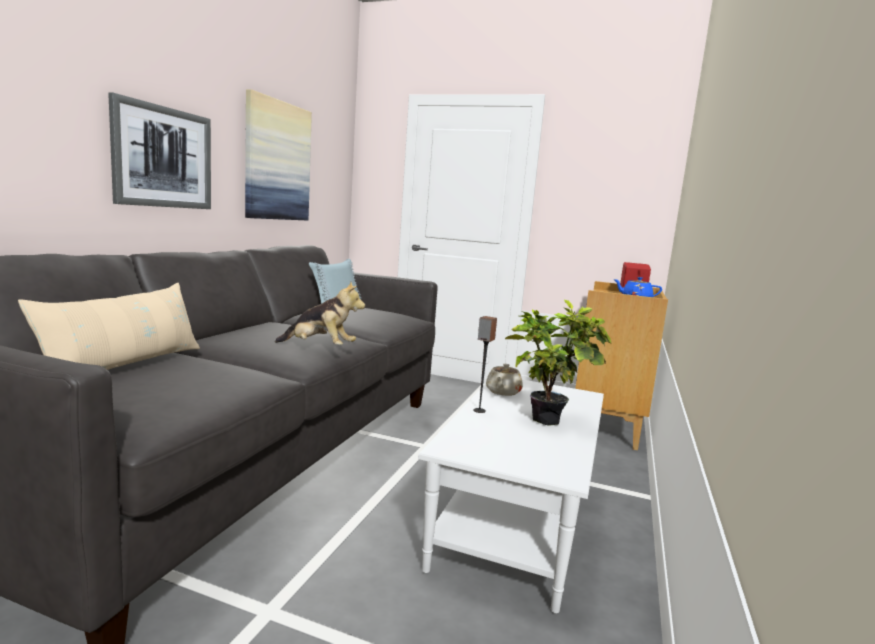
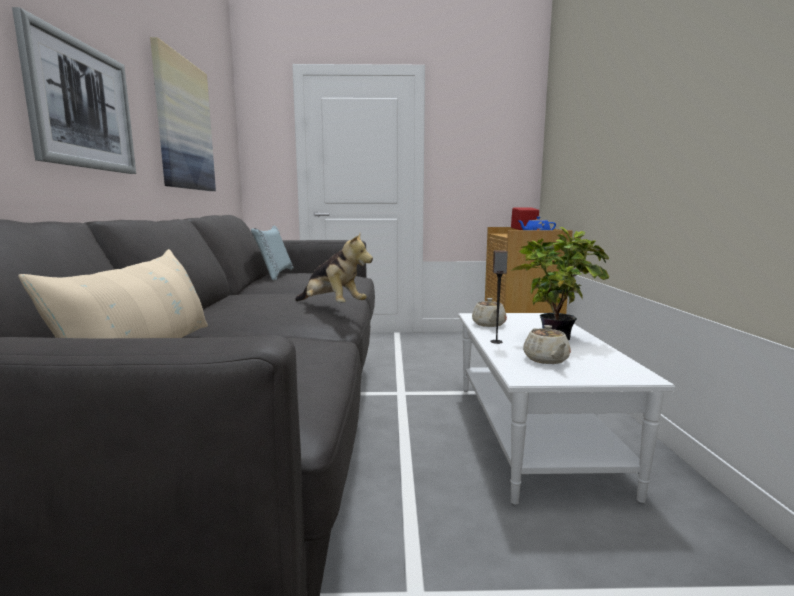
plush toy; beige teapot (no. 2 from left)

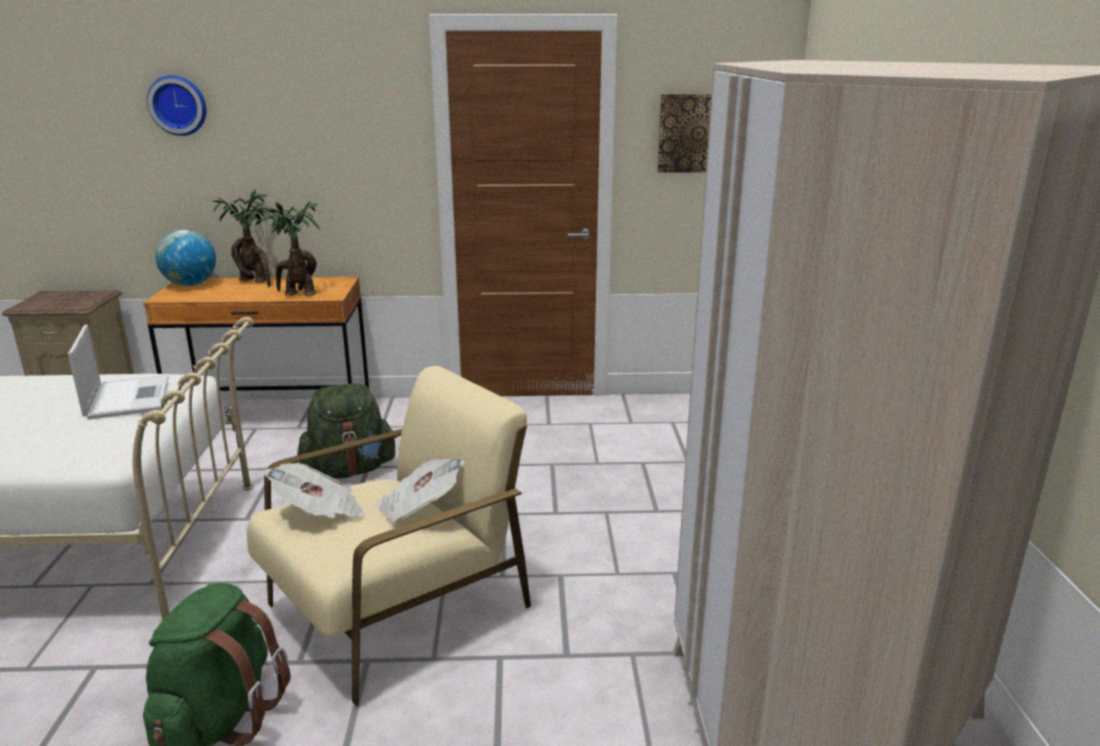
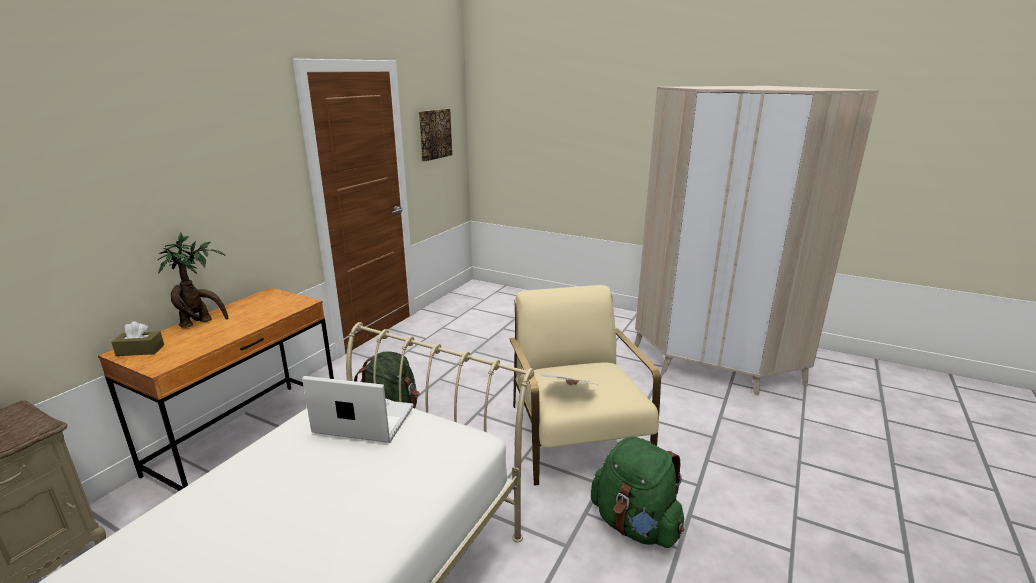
wall clock; potted plant (no. 2 from left in the first image); brown tissue box; newspaper (no. 2 from left in the first image)

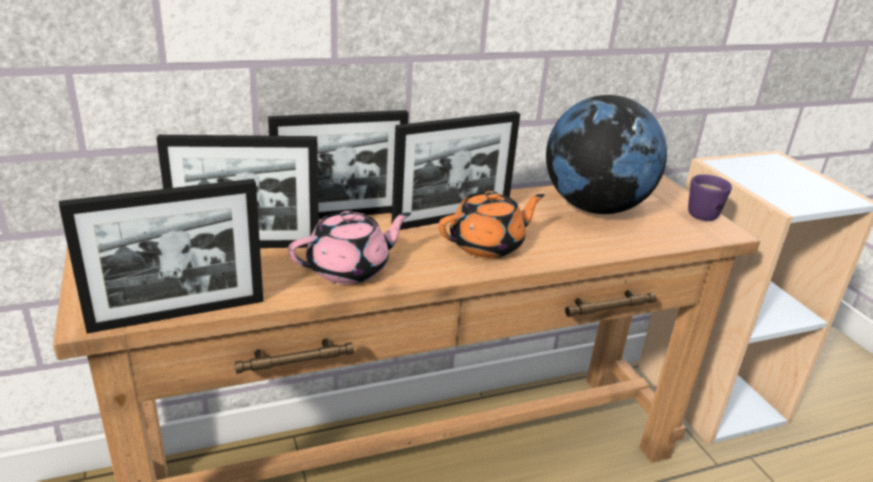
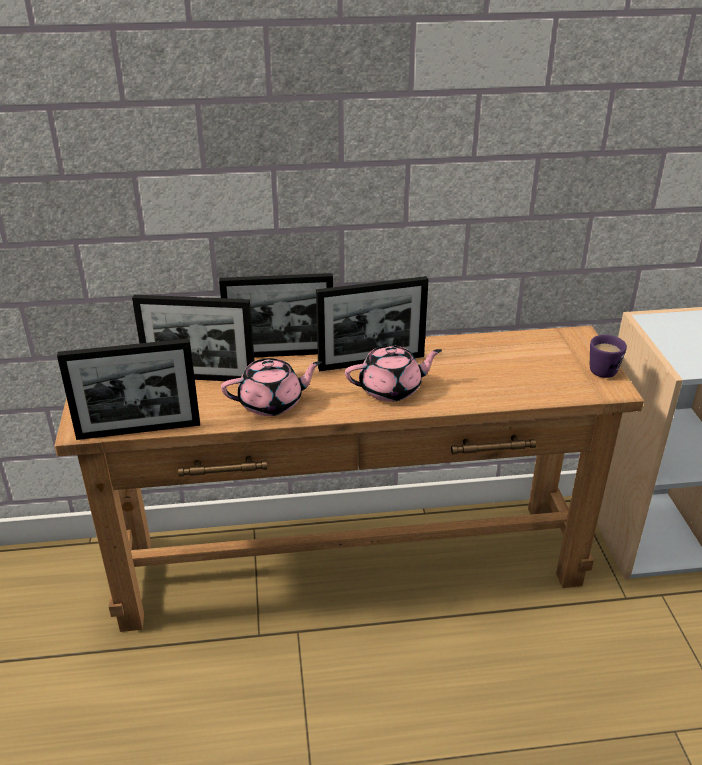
globe; pink teapot (no. 2 from left)

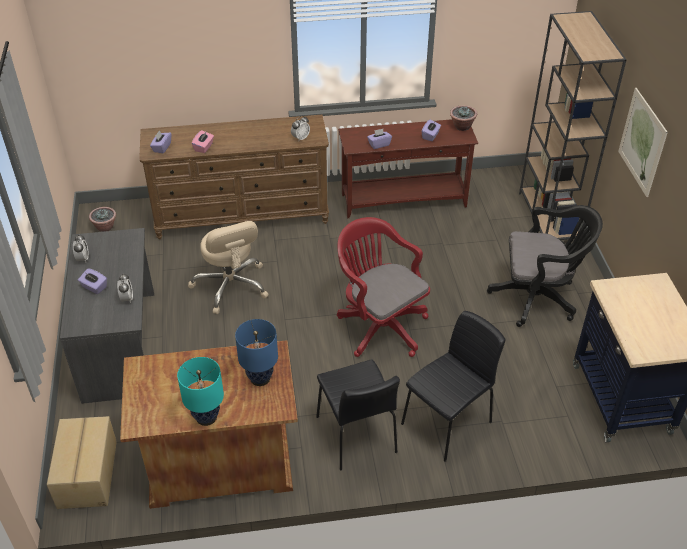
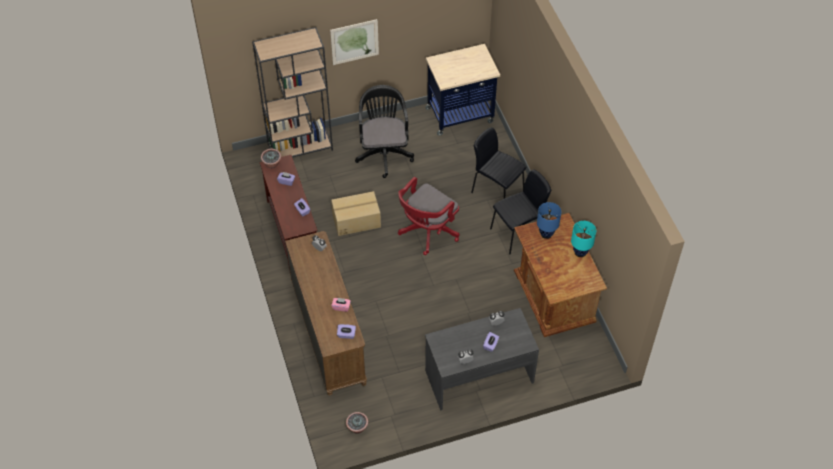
beige office chair; cardboard box

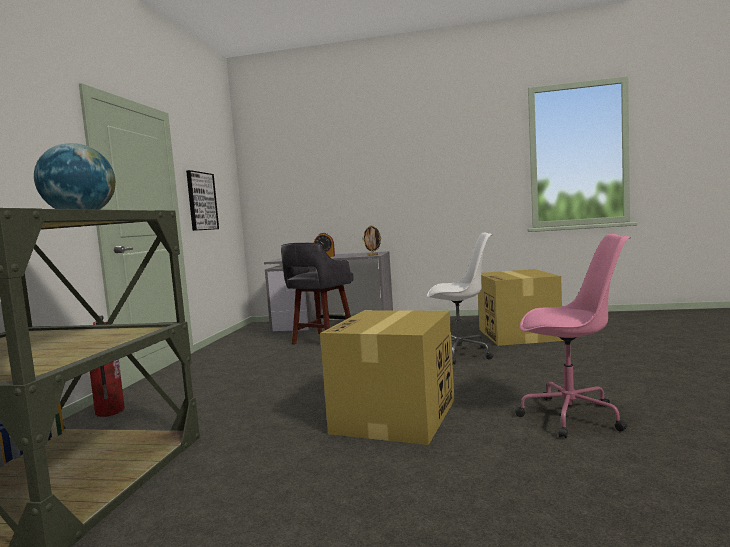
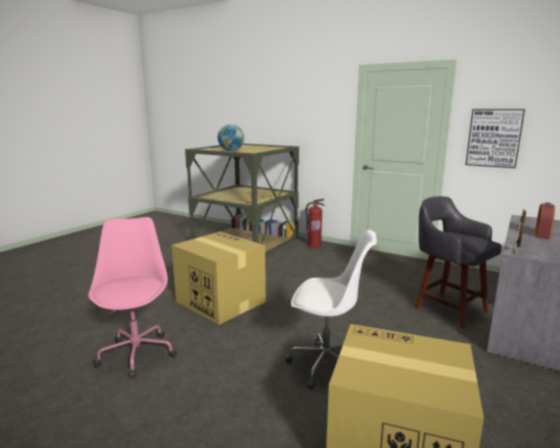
white office chair; pink office chair

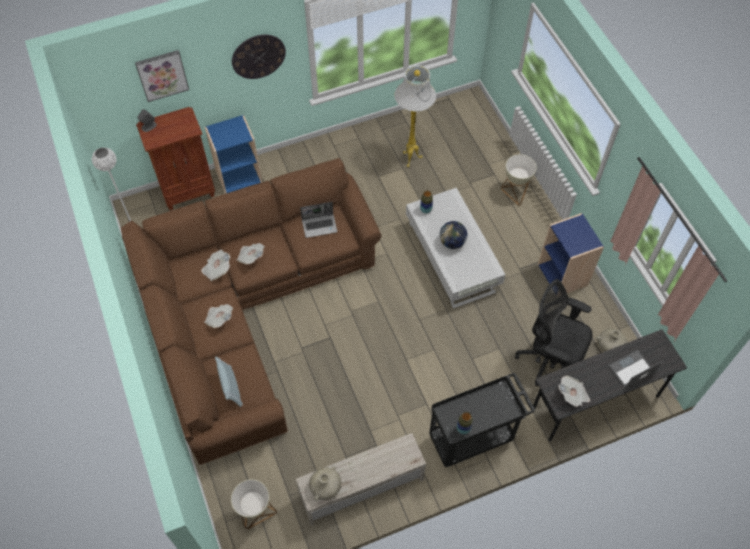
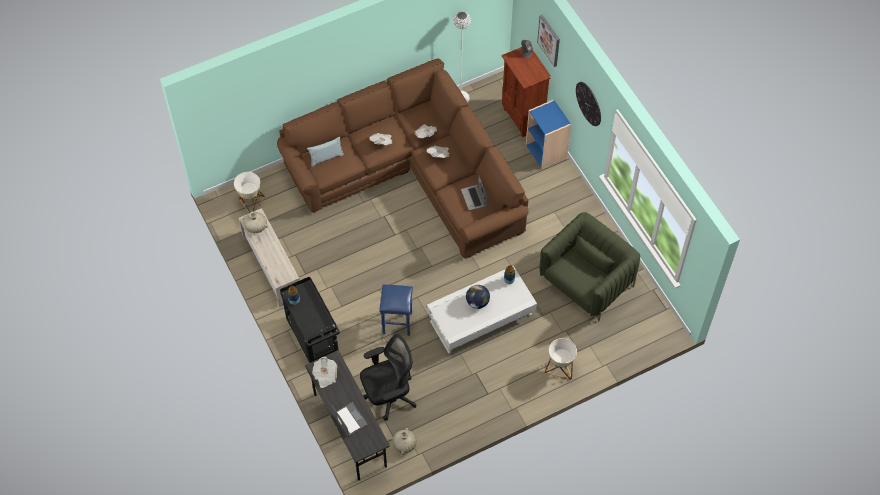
green armchair; blue bookcase (no. 2 from left in the first image); black office chair; blue stool

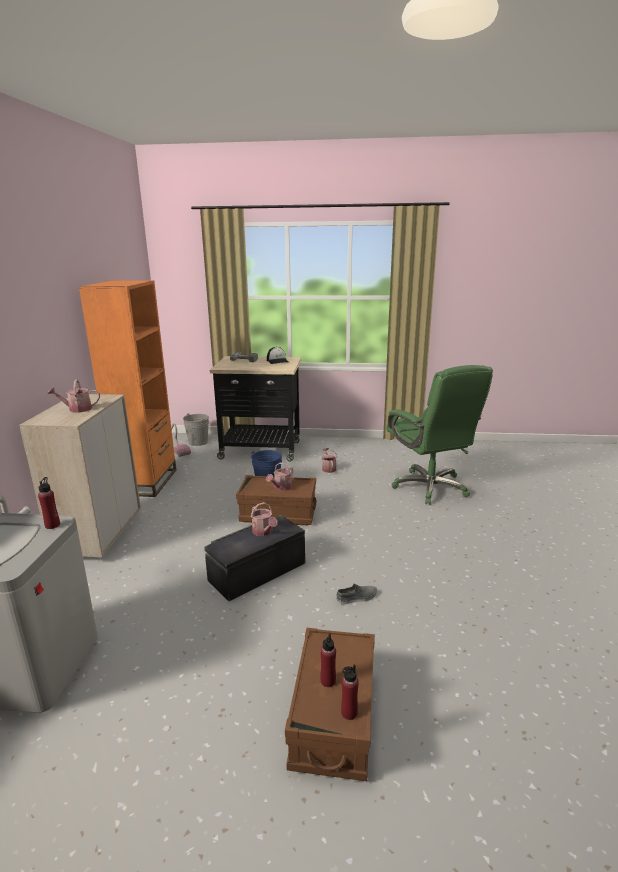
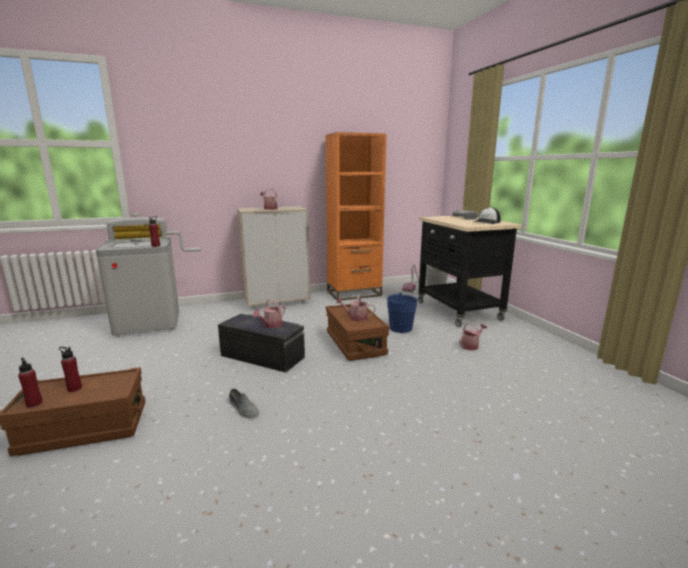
green office chair

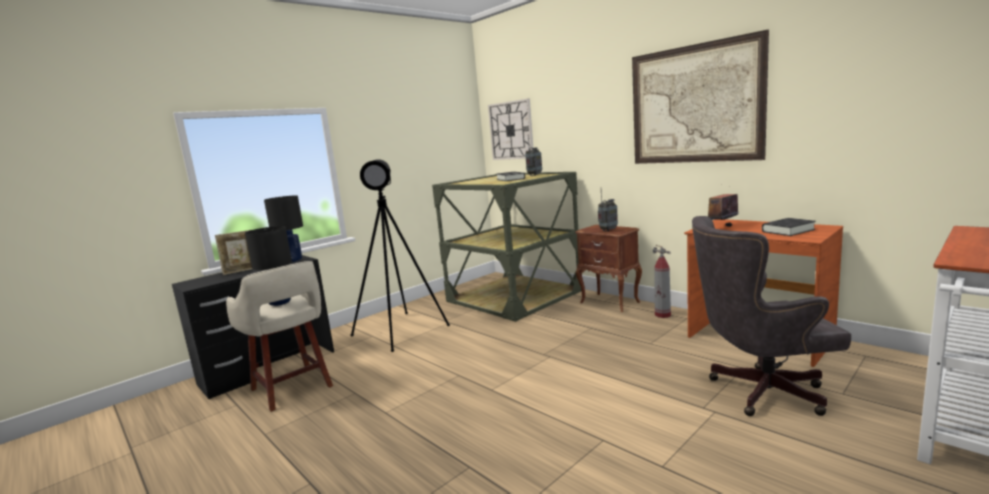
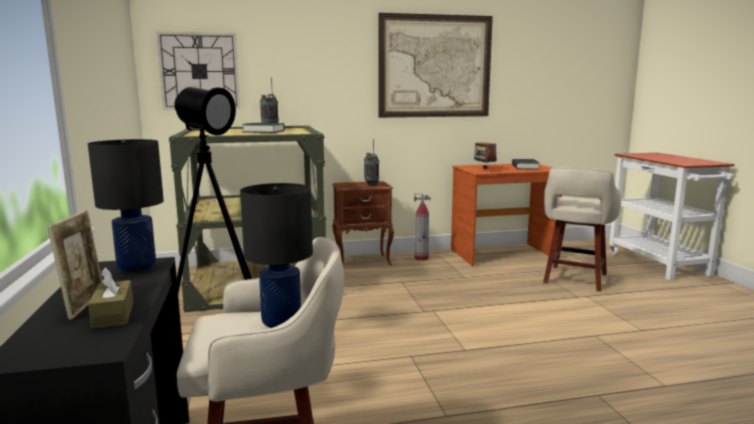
beige stool (no. 2 from left); brown tissue box

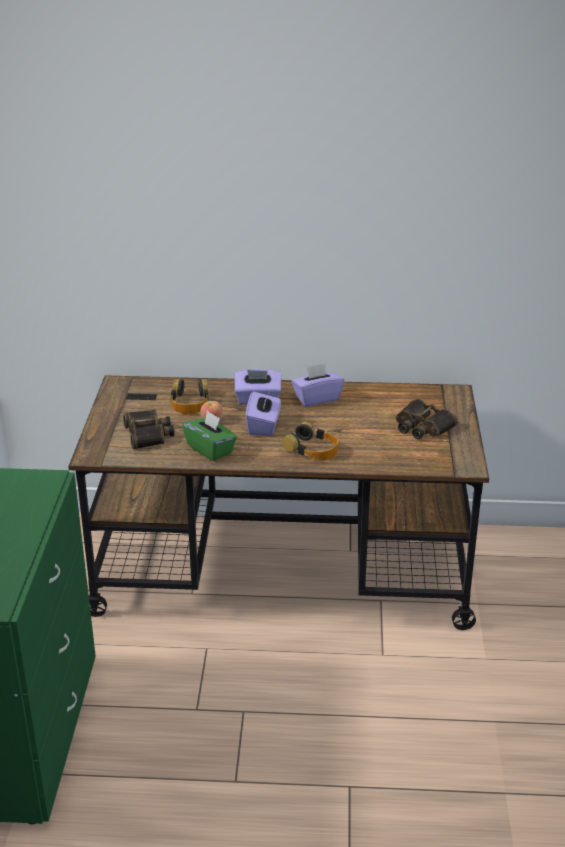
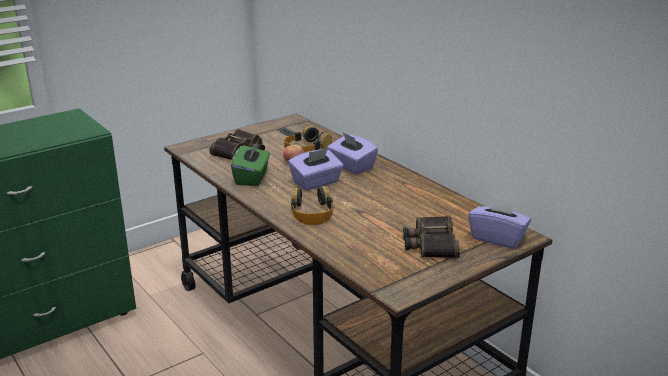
purple tissue box (no. 3 from left)

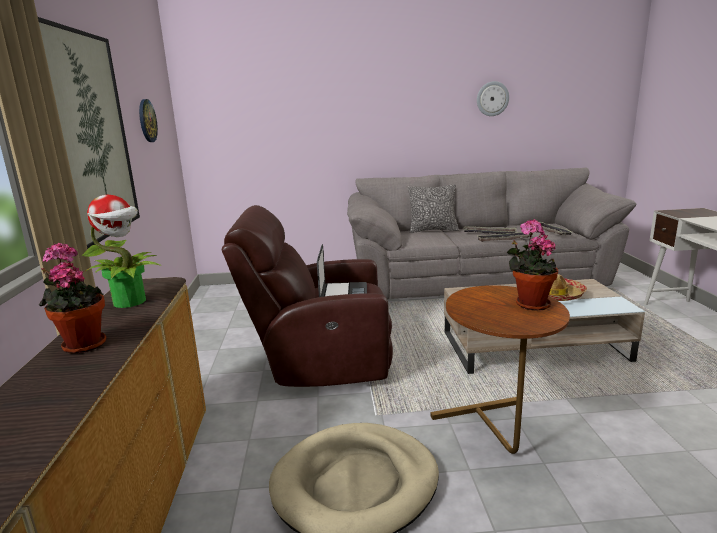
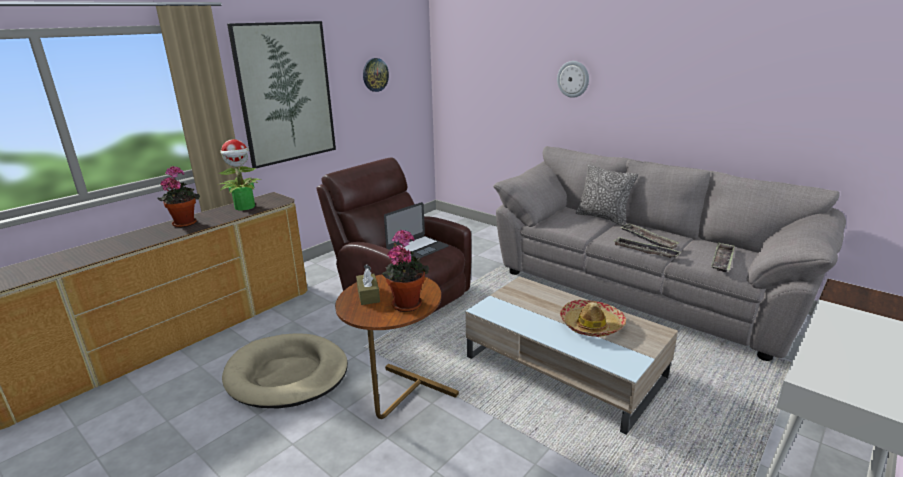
wall clock (no. 2 from left); brown tissue box

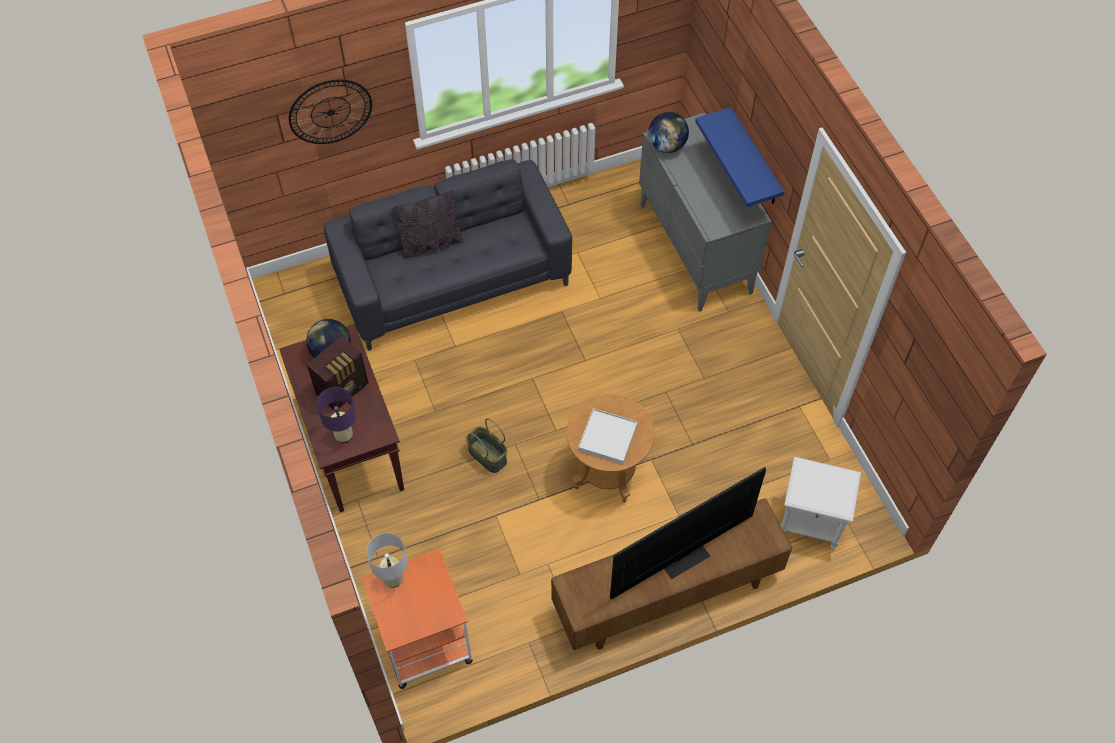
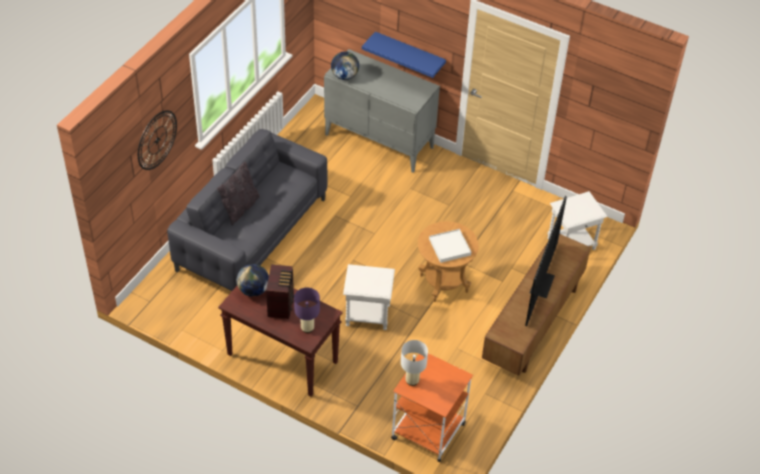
white side table (no. 1 from left)

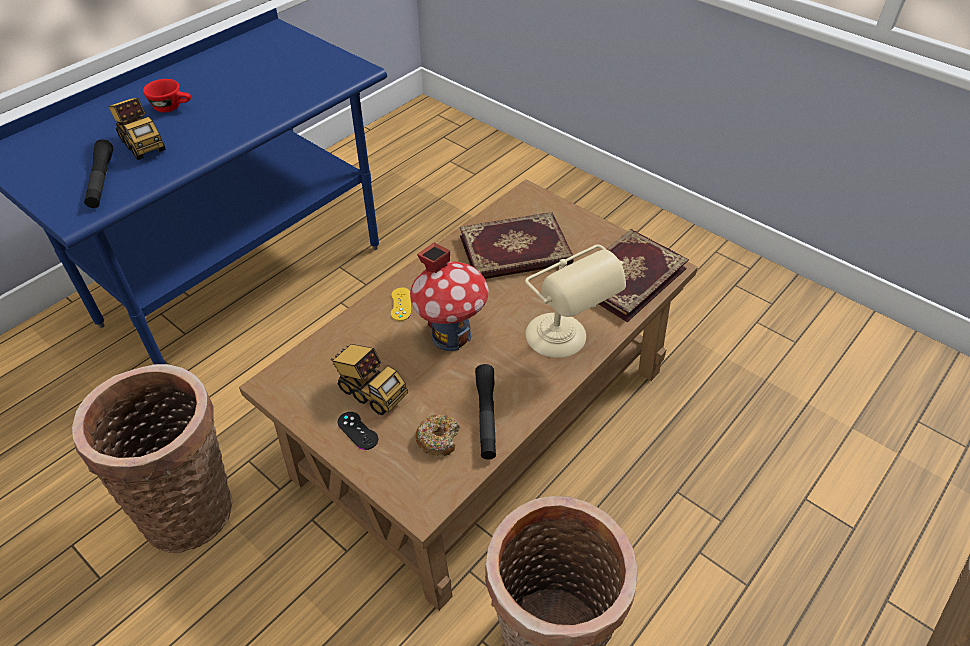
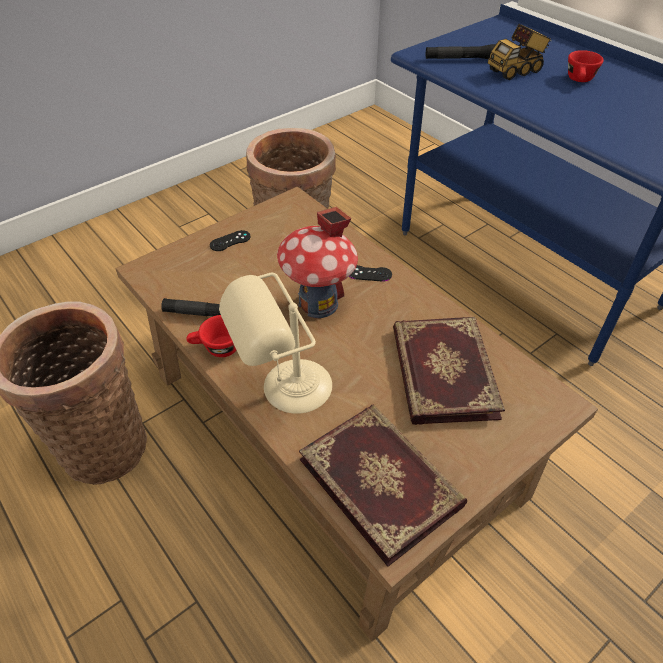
black game controller (no. 2 from left); toy truck (no. 2 from left in the first image); donut; red cup (no. 1 from left)

